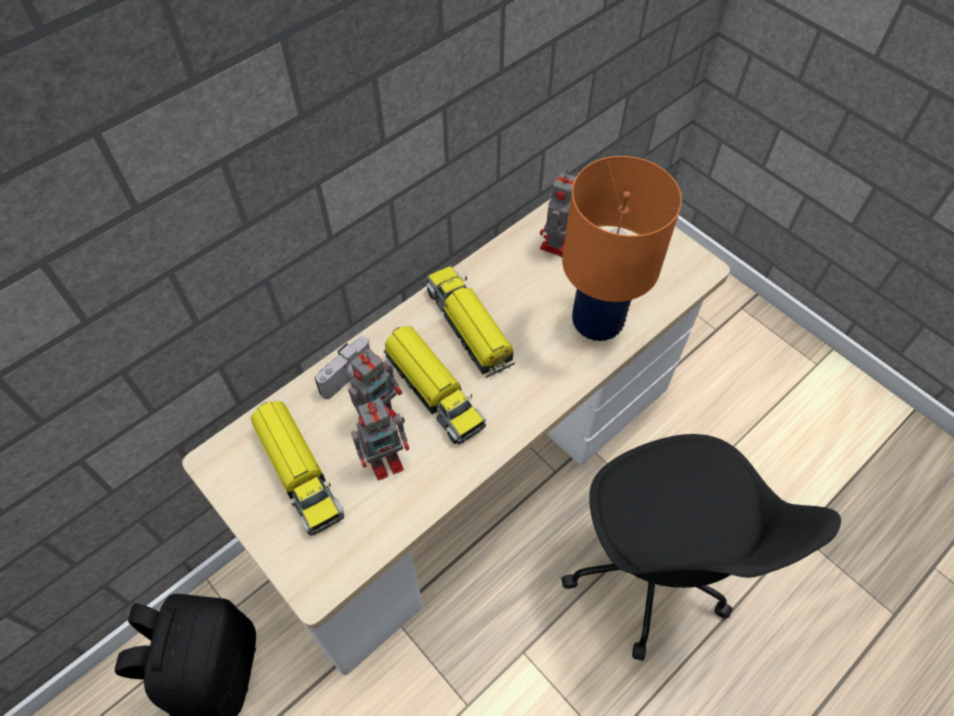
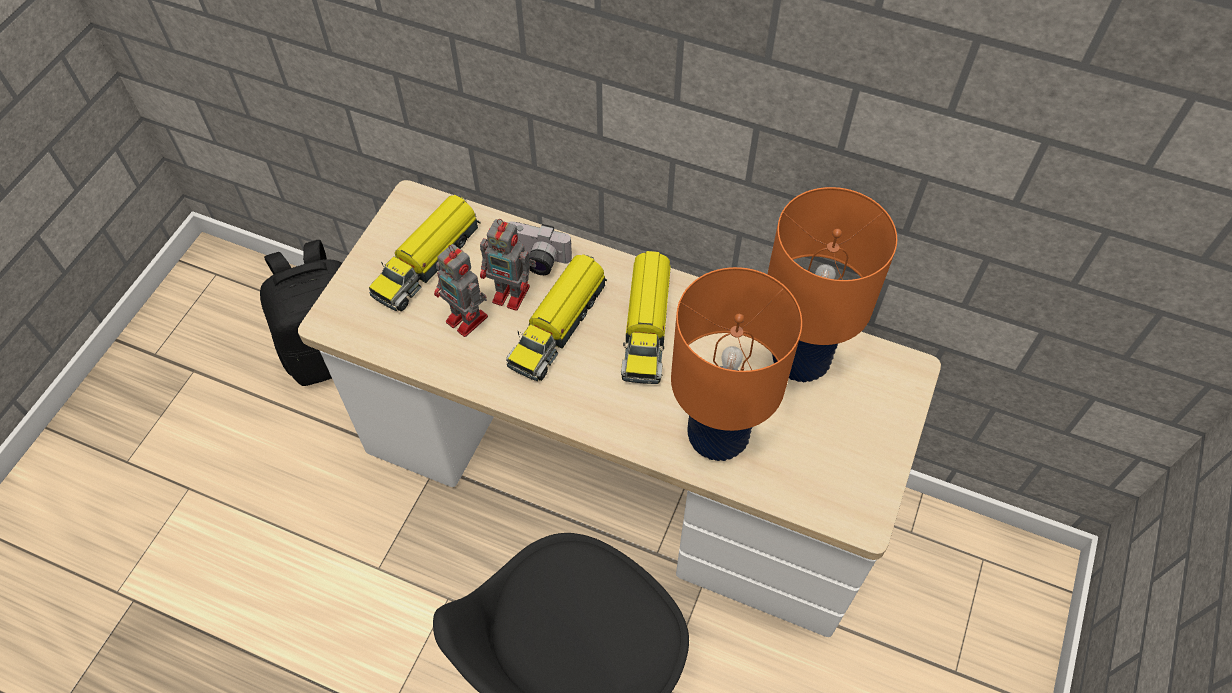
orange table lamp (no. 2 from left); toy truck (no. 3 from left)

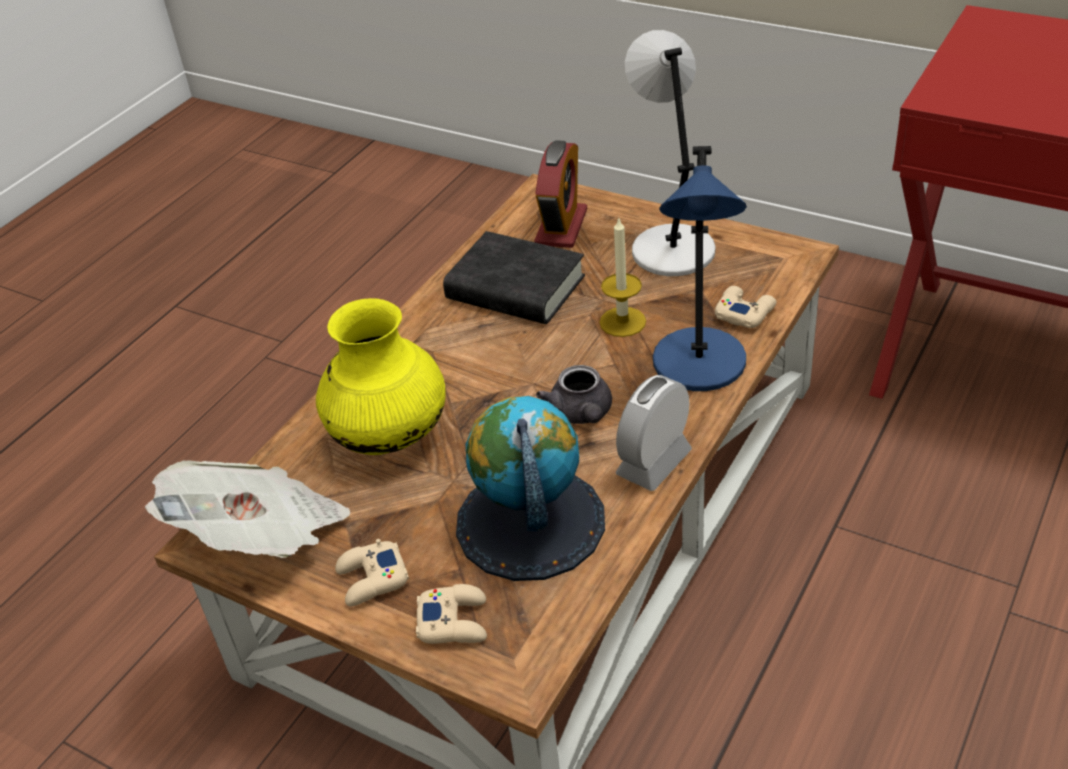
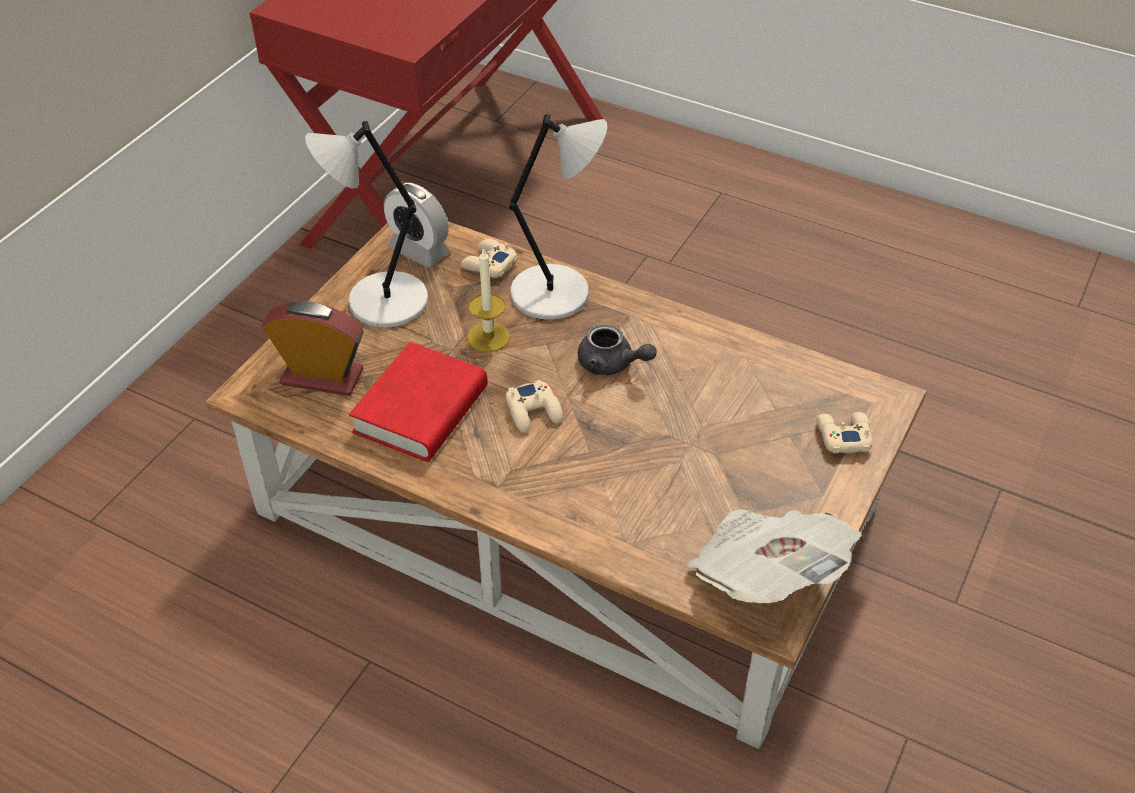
grey table lamp (no. 2 from left); red book; yellow vase; grey teapot; alarm clock (no. 2 from left); globe; beige game controller (no. 2 from left)

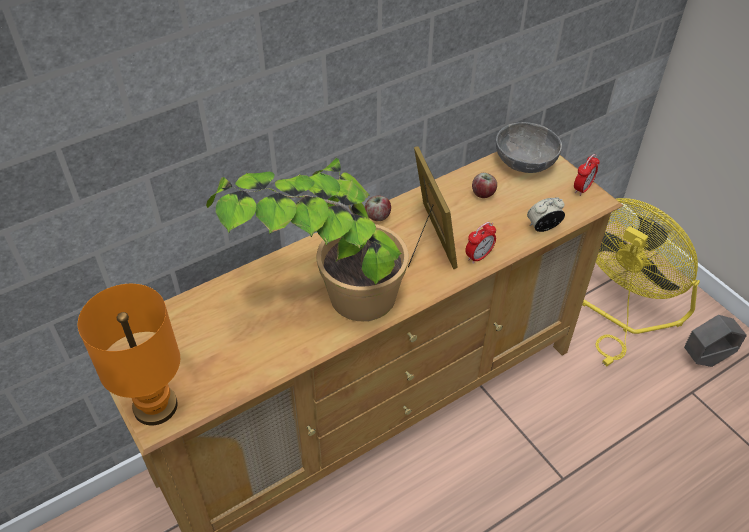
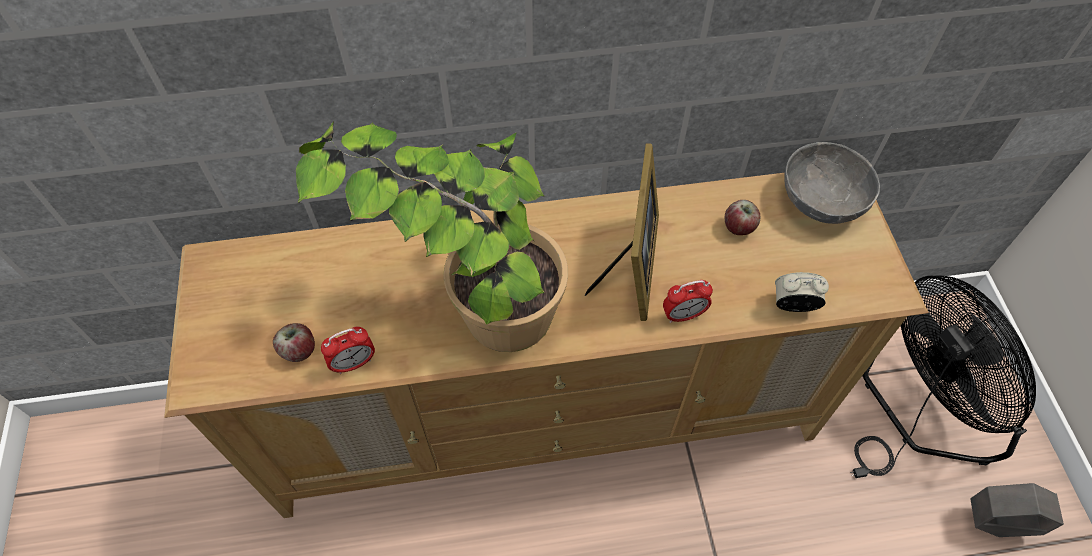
alarm clock (no. 1 from left); apple (no. 1 from left); black fan; orange table lamp

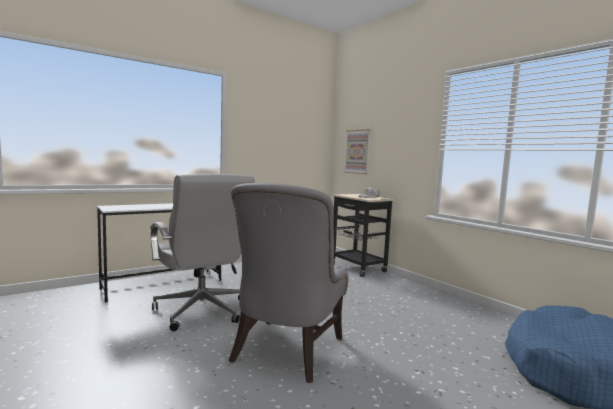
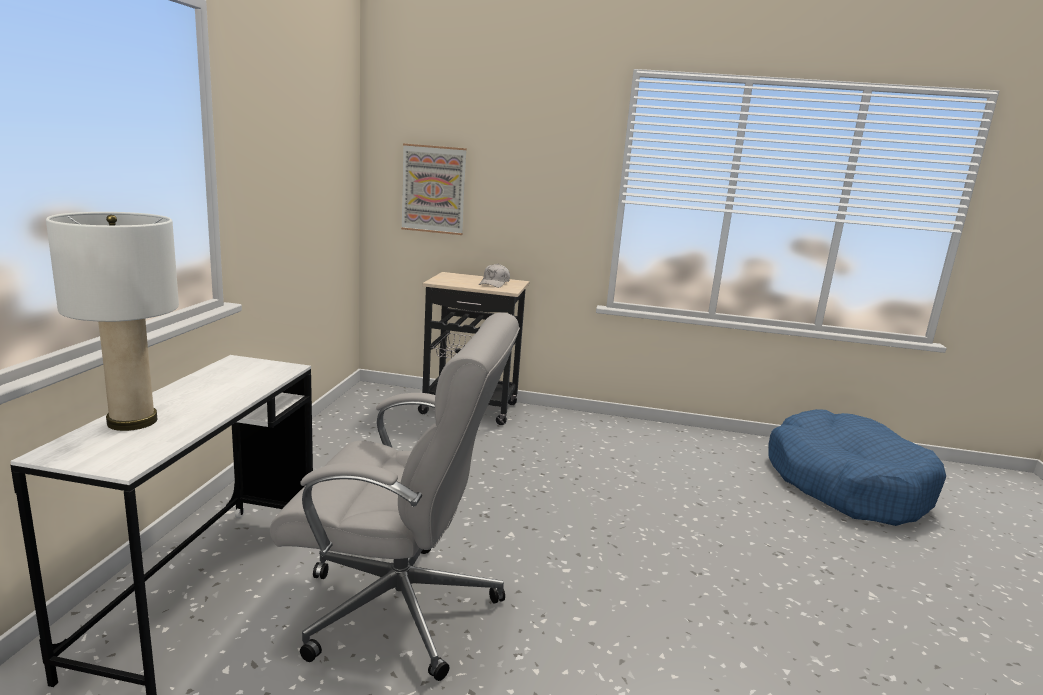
grey chair; white table lamp

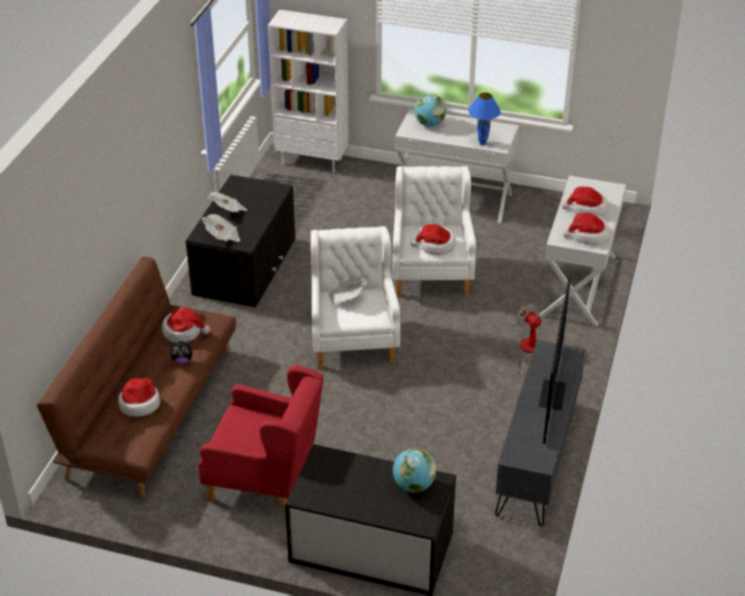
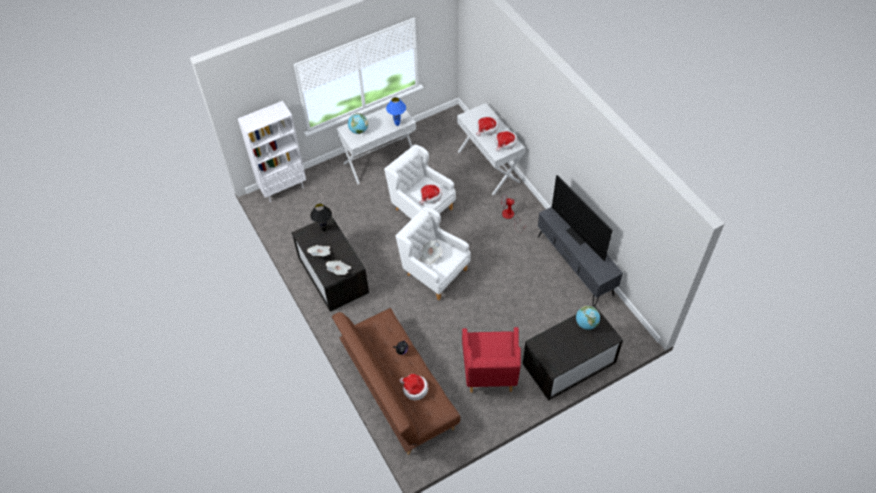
hat (no. 2 from left in the first image); red armchair; black table lamp

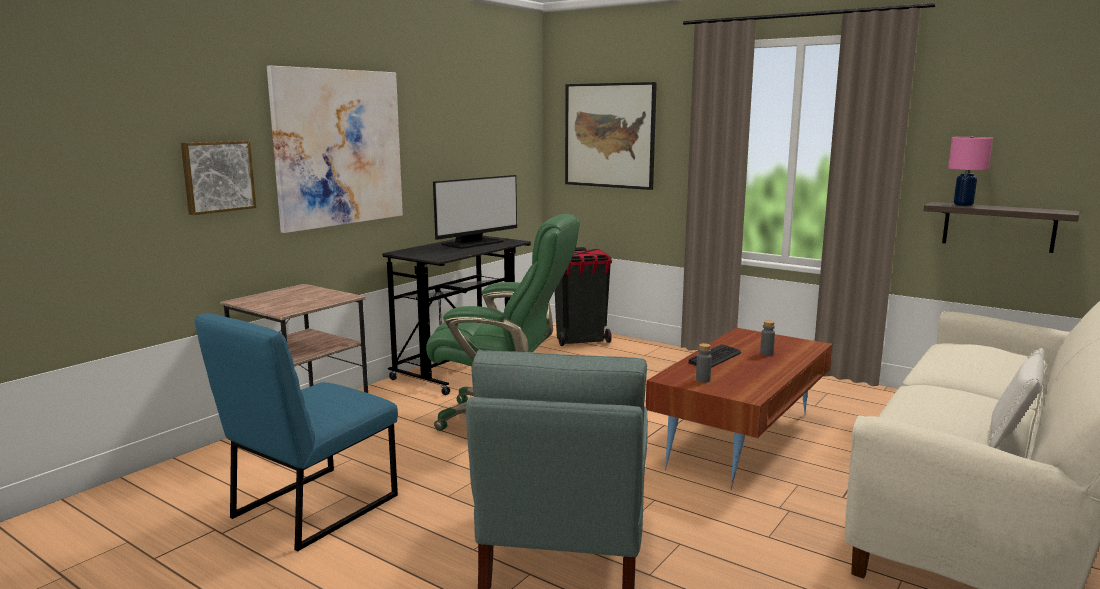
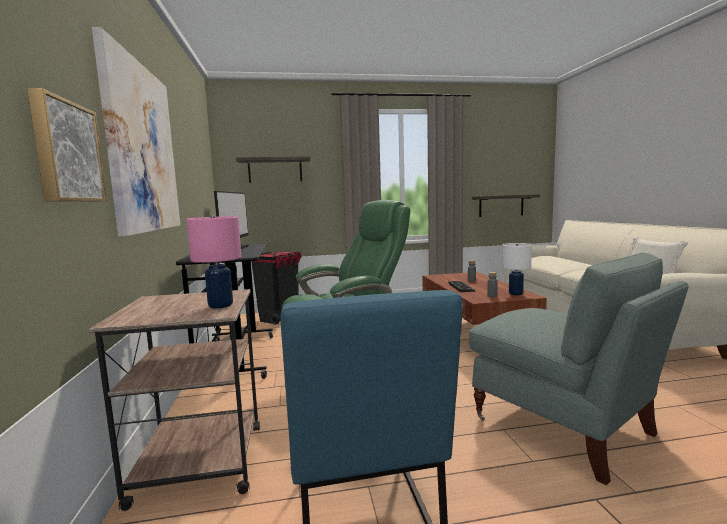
shelf (no. 1 from left); pink table lamp; white table lamp

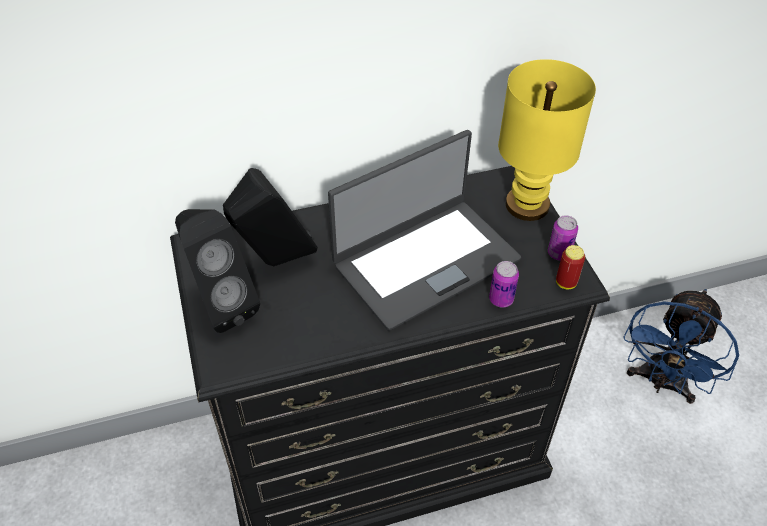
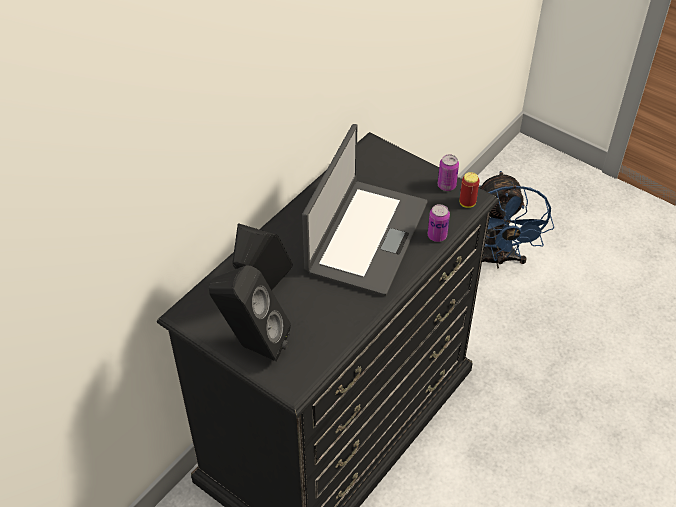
yellow table lamp

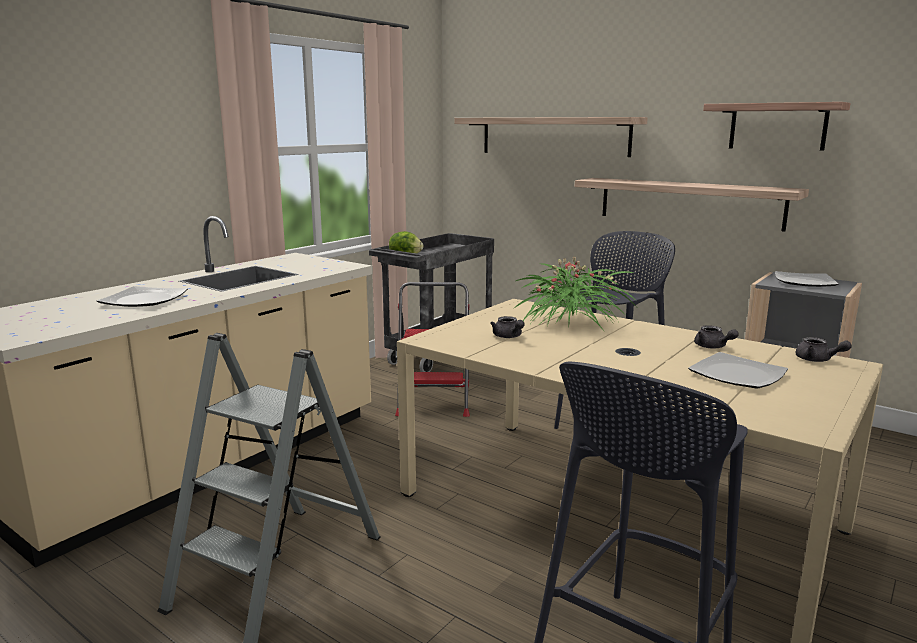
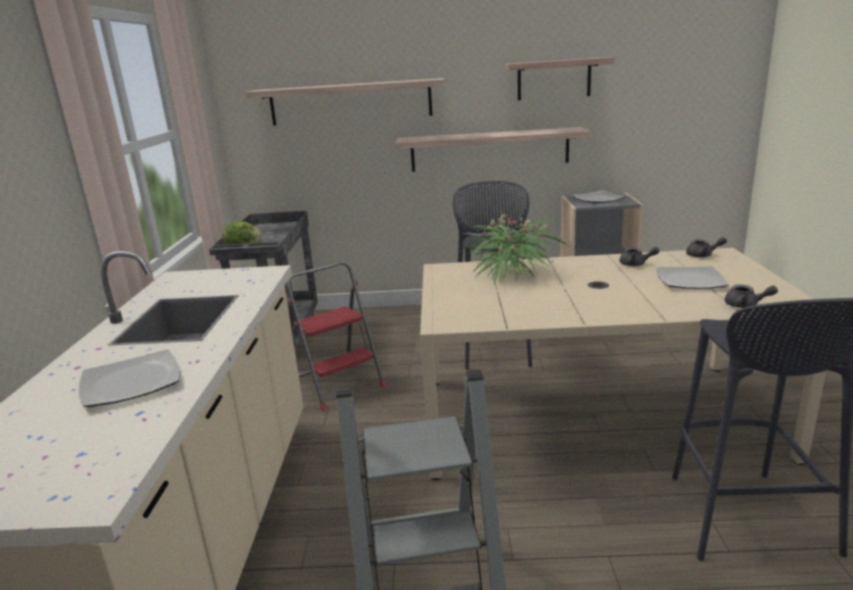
grey teapot (no. 3 from left)

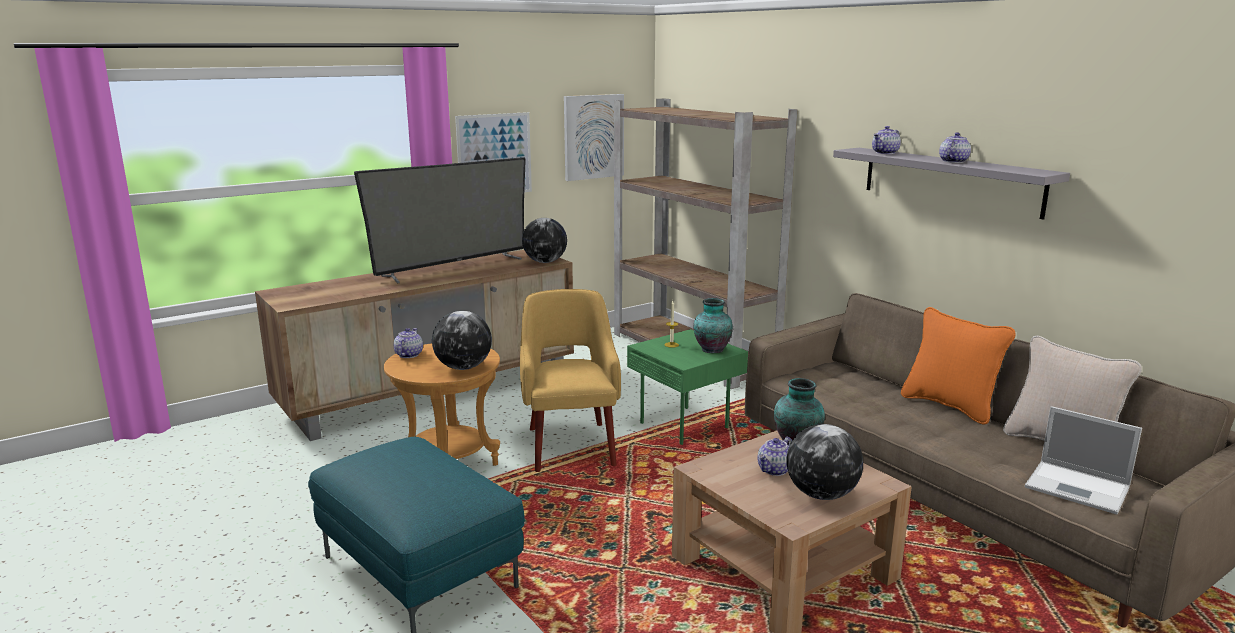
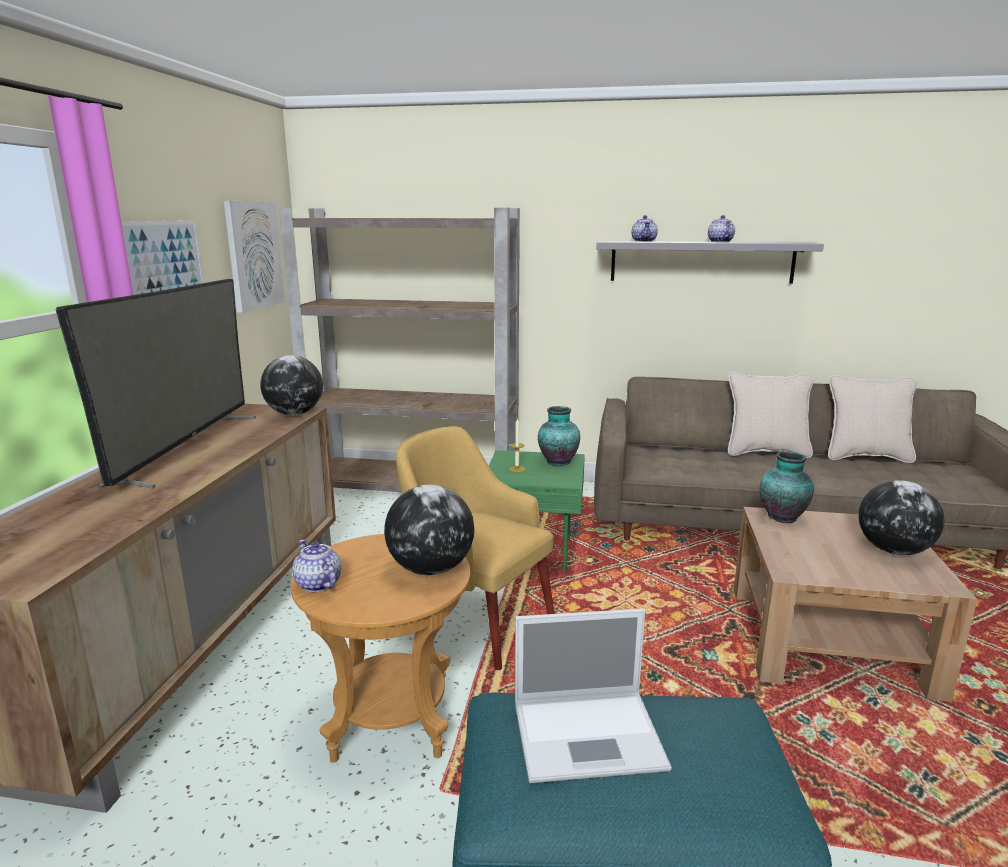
beige pillow (no. 1 from left); laptop; teapot (no. 2 from left in the first image)

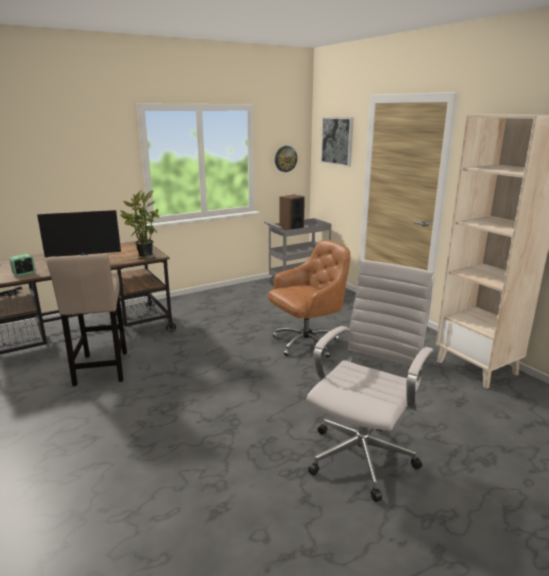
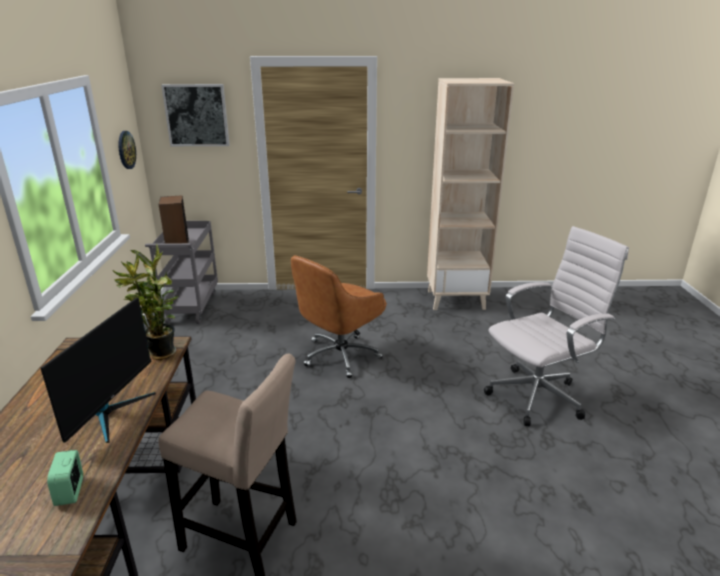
brown office chair; white office chair

